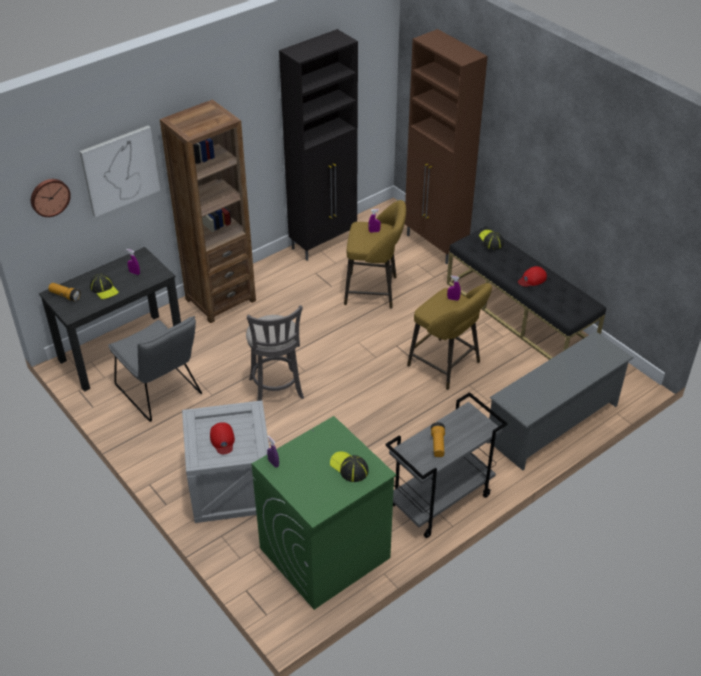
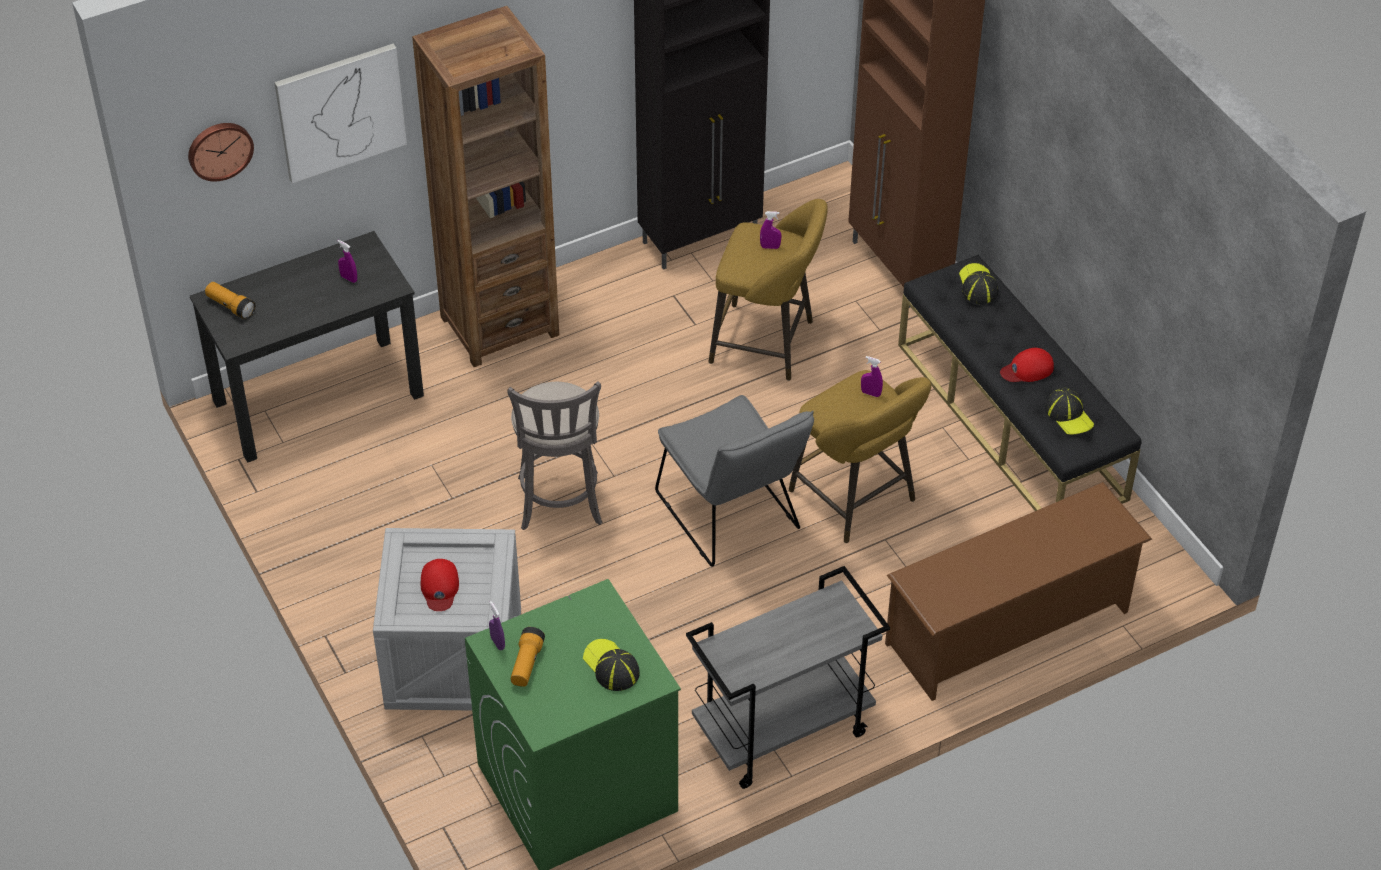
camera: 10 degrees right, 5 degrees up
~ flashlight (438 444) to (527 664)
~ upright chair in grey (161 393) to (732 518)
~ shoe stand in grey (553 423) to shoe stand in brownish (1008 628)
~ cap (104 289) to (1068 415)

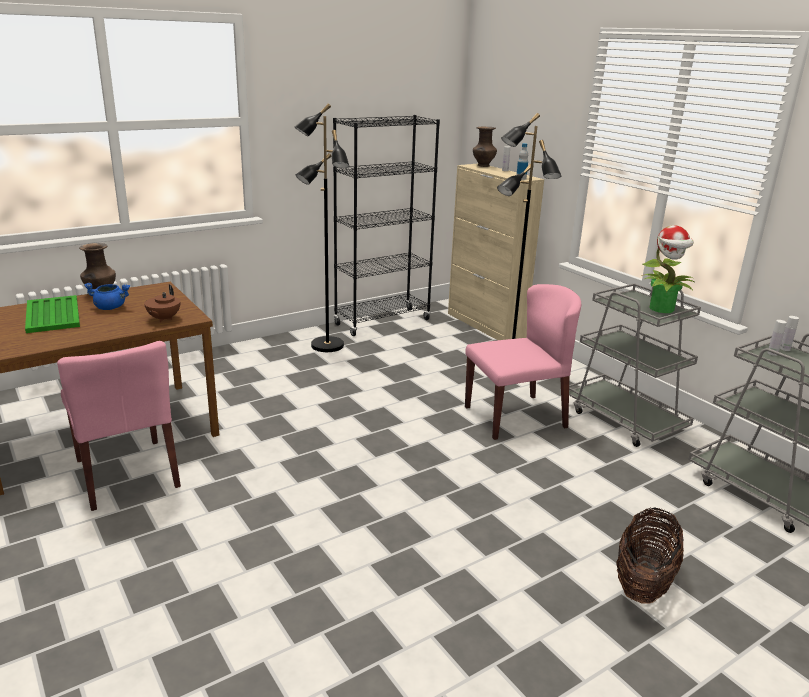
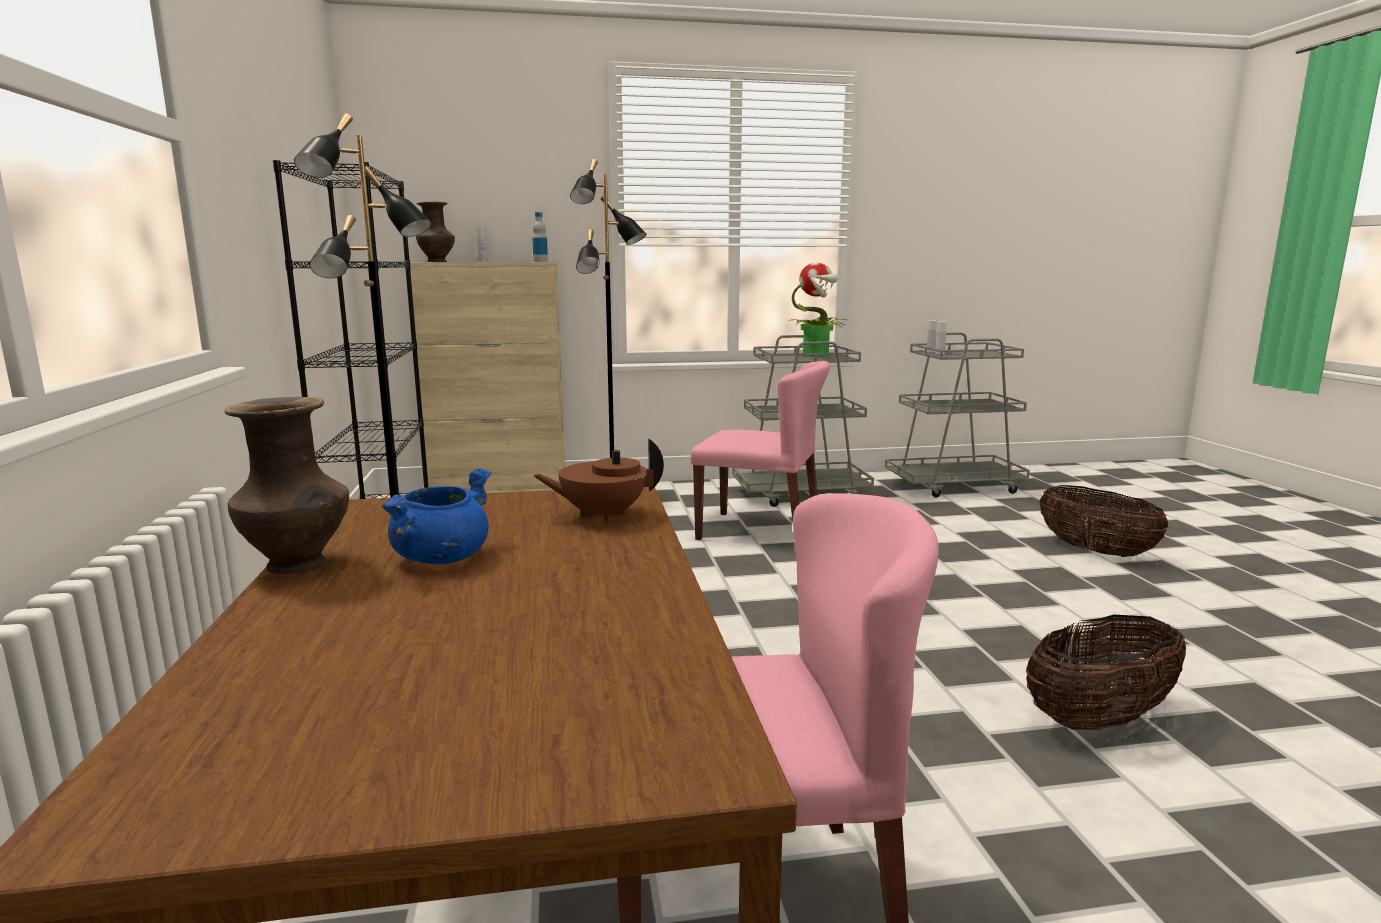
camera: 65 degrees left, 10 degrees down
~ tea pot in brownish (163 319) = (602 515) 135 degrees clockwise
~ upright chair in pink-coloured (515 416) = (760 531) 105 degrees clockwise
+ household basket (1099 719)
- serving tray in green (53 314)

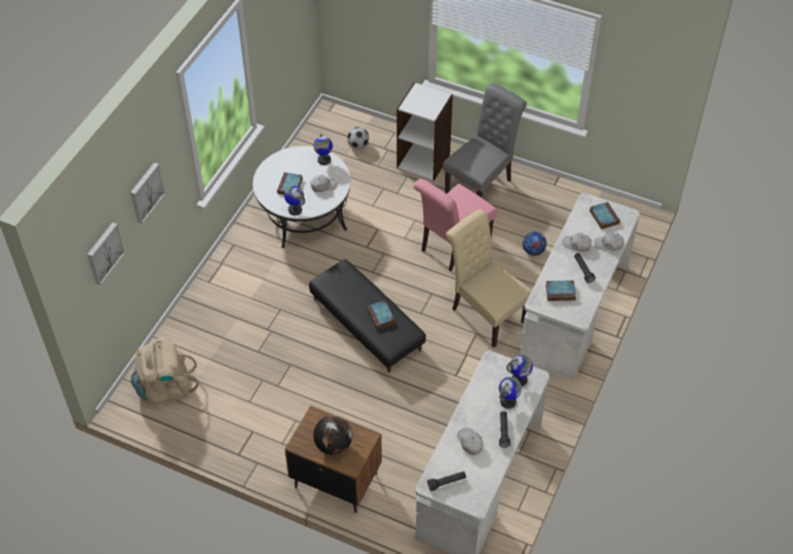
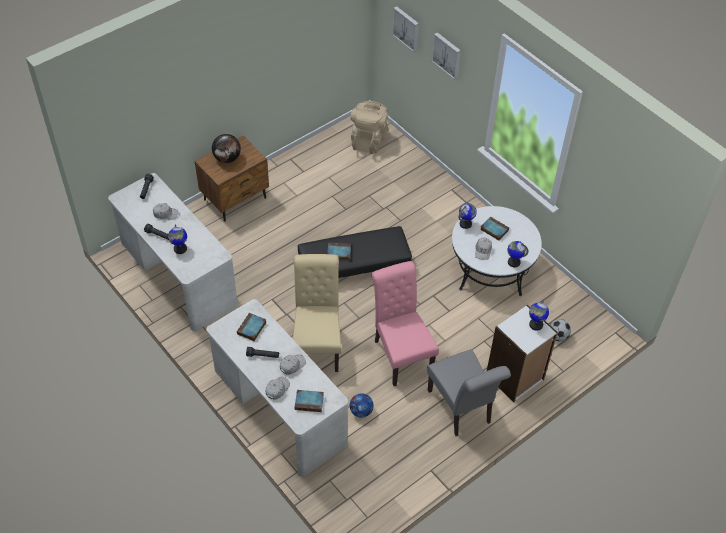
camera: 115 degrees right, 0 degrees up
~ upright chair in beige (484 313) = (317 344) 75 degrees counterclockwise
~ world globe (519 380) to (535 324)

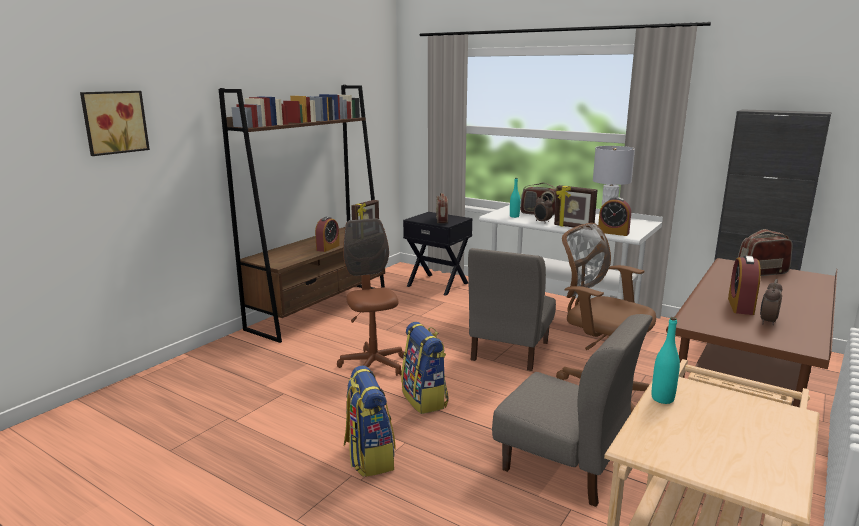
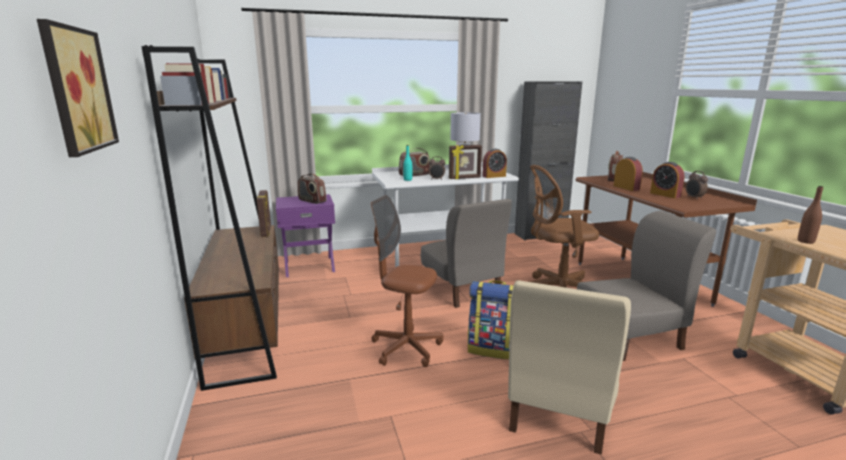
camera: 50 degrees left, 0 degrees up
~ bedside table in black-coloured (438 284) to bedside table in purplish (309 266)
~ backpack (368 457) to upright chair in beige (558 411)
~ bedside clock (328 248) to (626 188)
~ drink bottle in turquoise-coloured (662 398) to drink bottle in brownish (805 241)

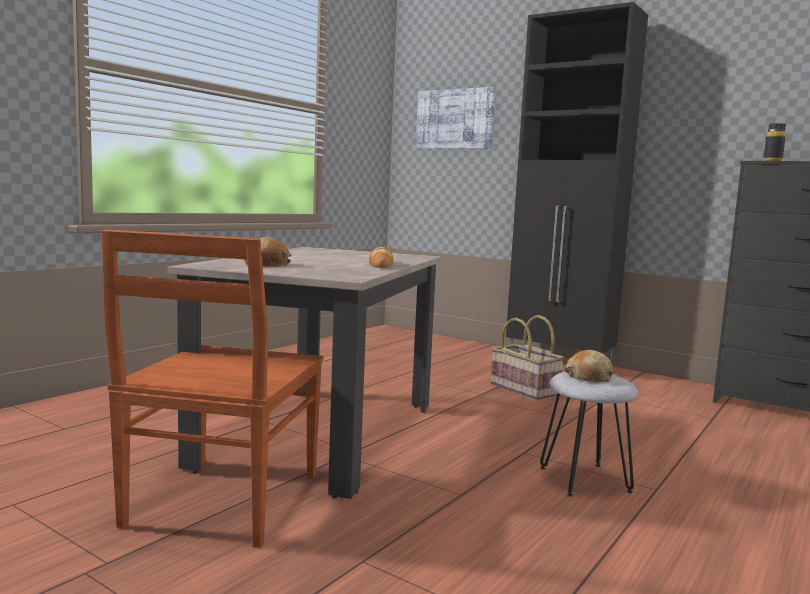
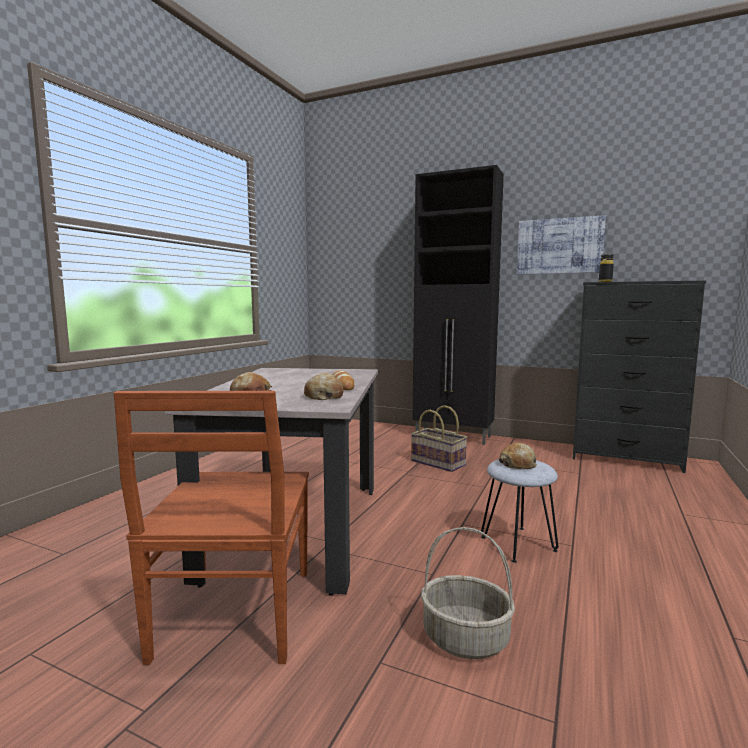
camera: 10 degrees left, 0 degrees up
+ bread (323 396)
+ household basket (464 639)
~ picture (454 119) to (559 246)

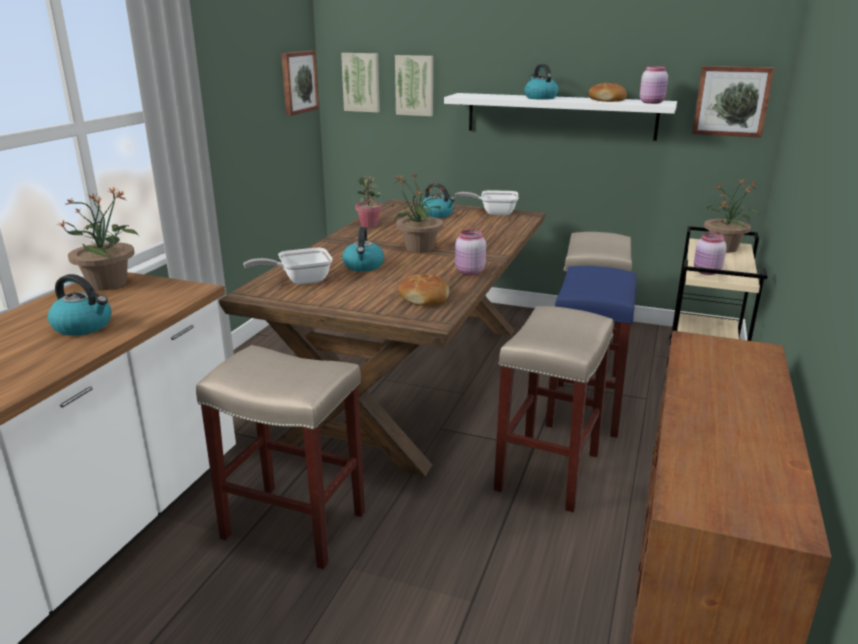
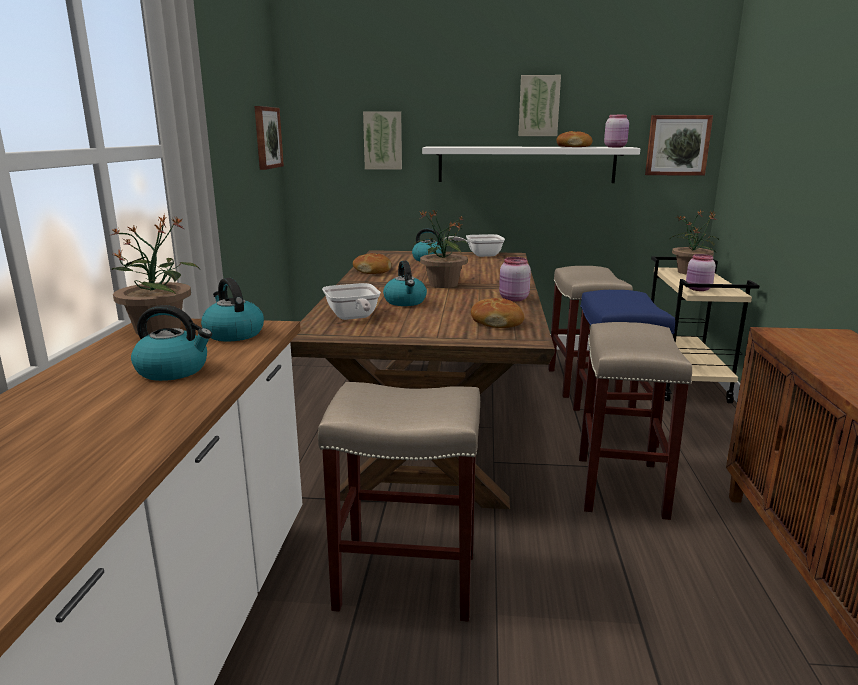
camera: 15 degrees left, 5 degrees down
~ kettle (540 98) to (233 334)
~ skillet (300 280) = (353 317) 75 degrees counterclockwise
~ plant in a pot (369 225) to bread (372 271)
~ picture (361 82) to (539 106)

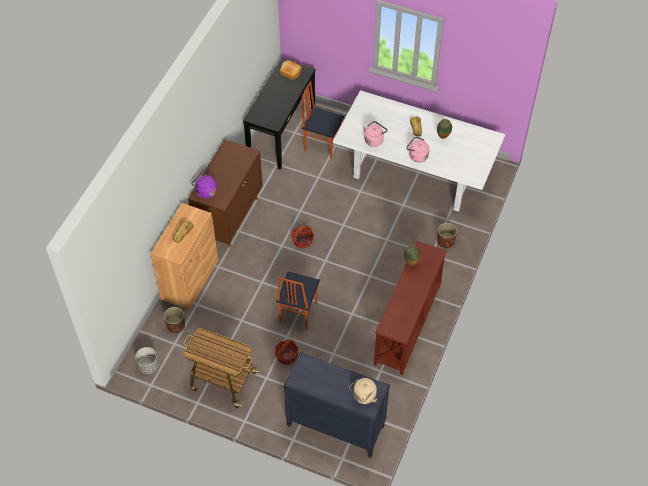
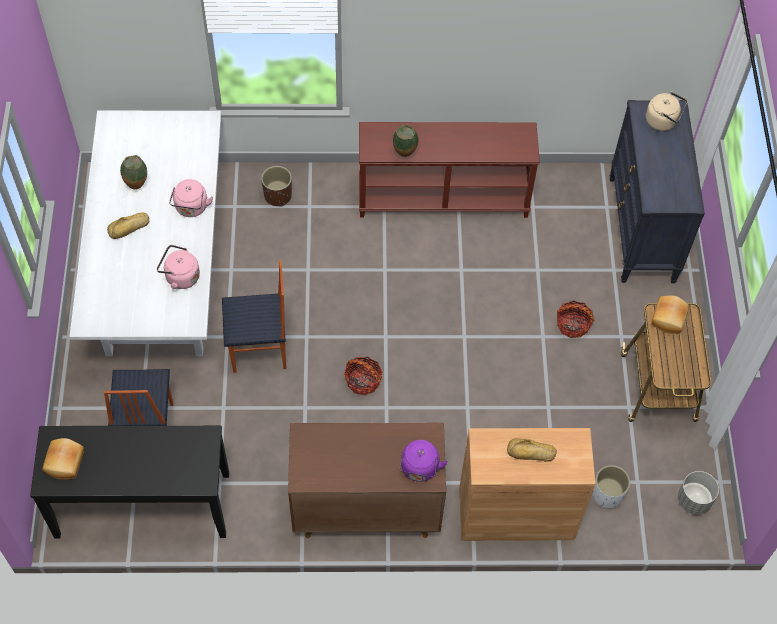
camera: 115 degrees left, 5 degrees up
~ upright chair (297 312) to (259 351)
~ planter in brownish (175 326) to planter in white-coloured (607 495)
+ bread (669 319)

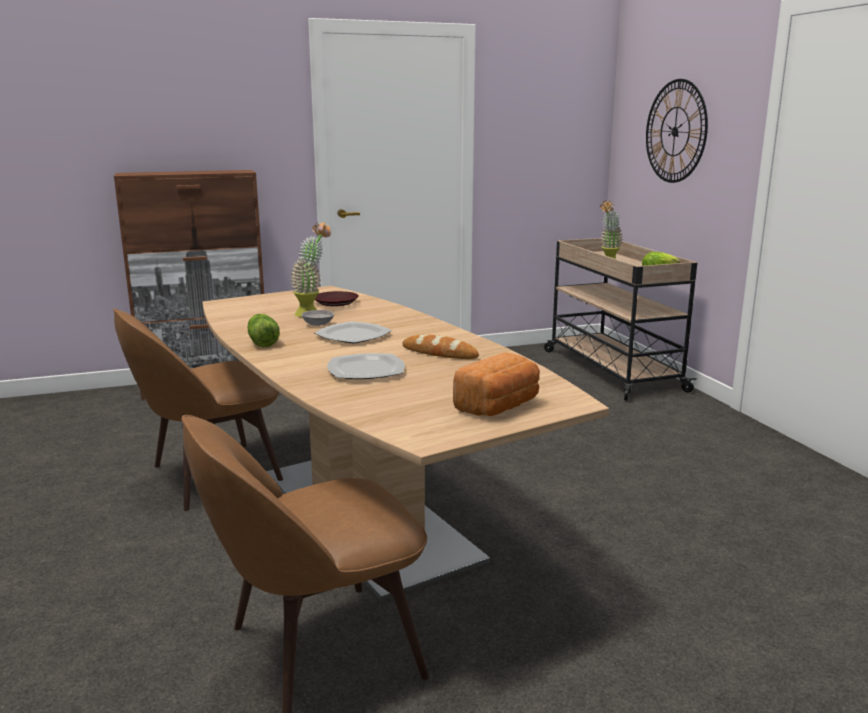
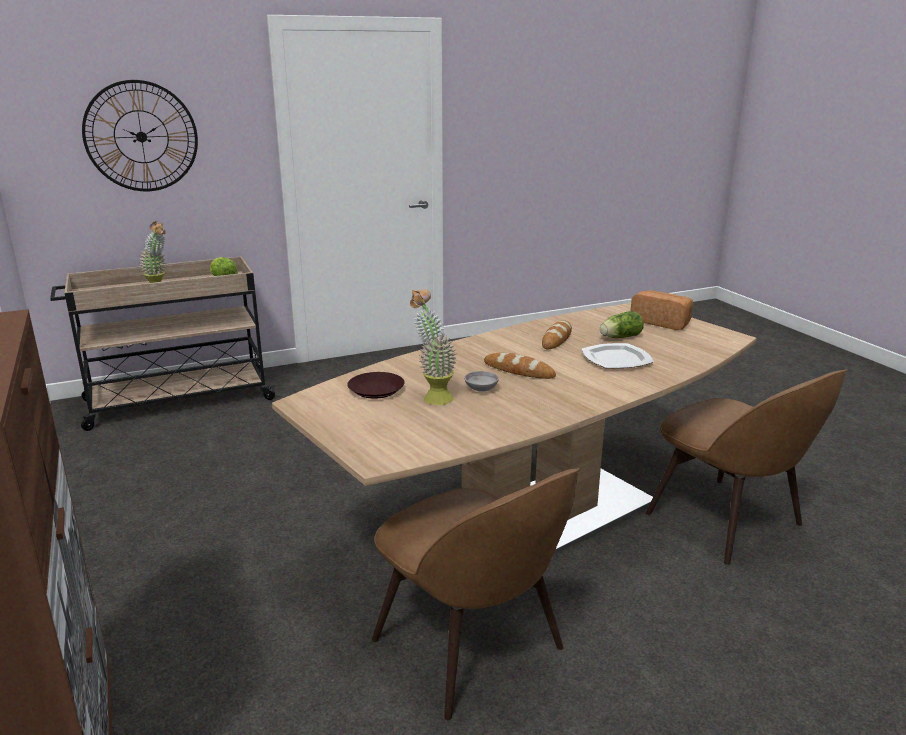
camera: 95 degrees left, 5 degrees up
~ dinner plate (353 336) to bread (519 370)
~ lettuce (262 342) to (619 337)

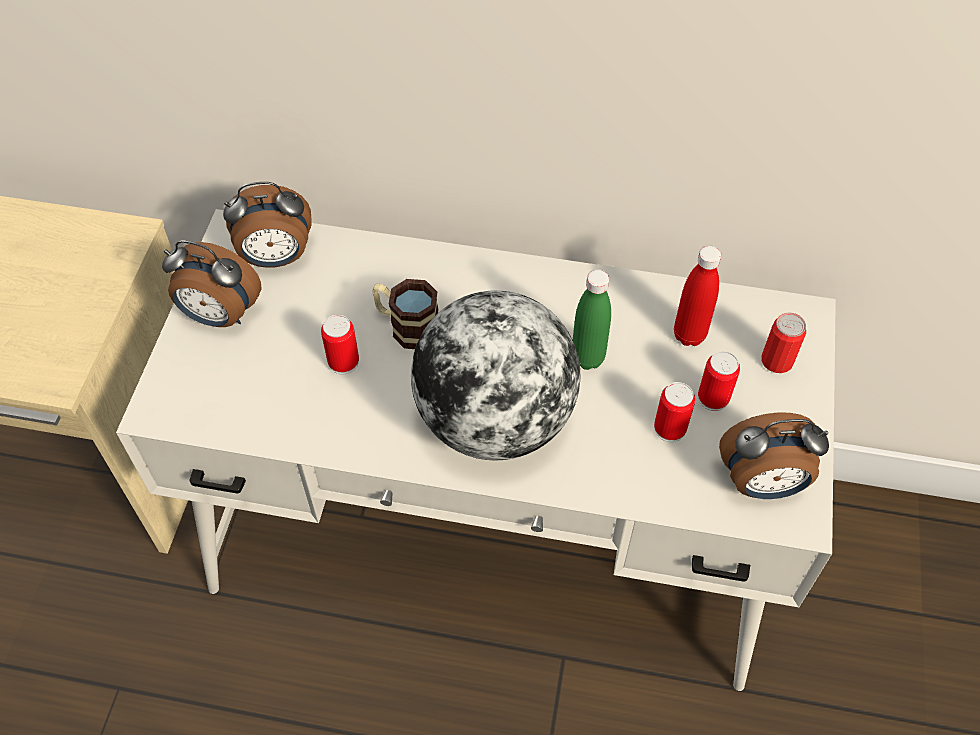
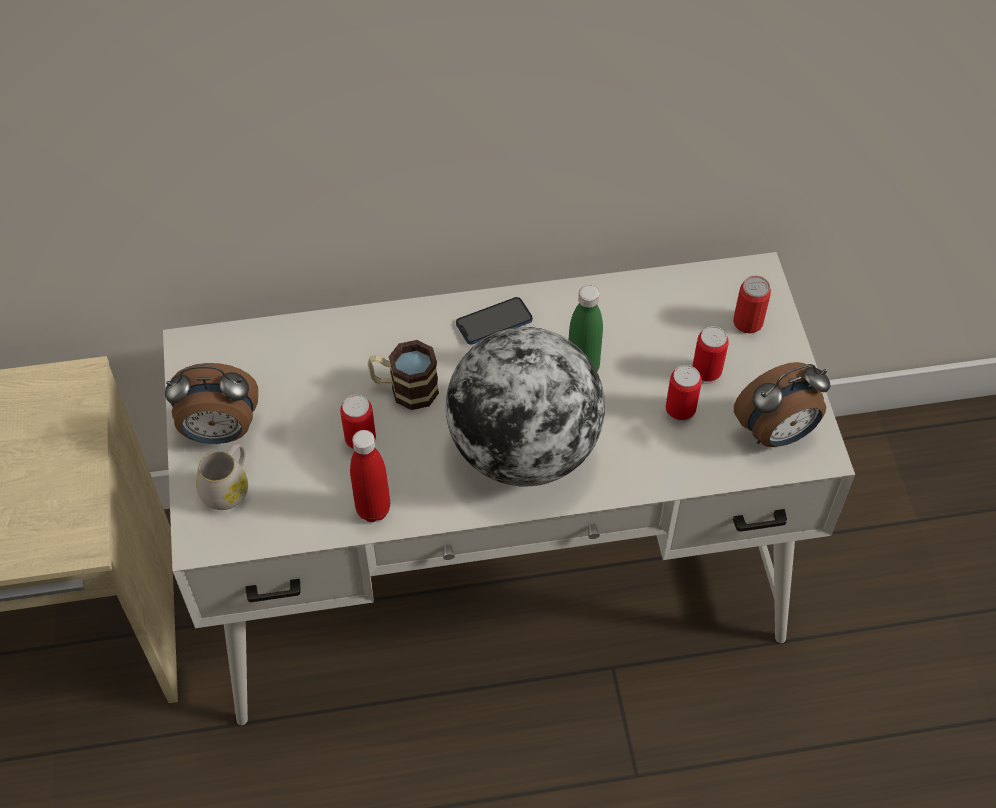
camera: 20 degrees left, 0 degrees up
+ coffee mug in white-coloured (229 488)
~ drink bottle in reddish (689 335) to (373 509)
+ phone (494 322)
- bedside clock (276 258)

